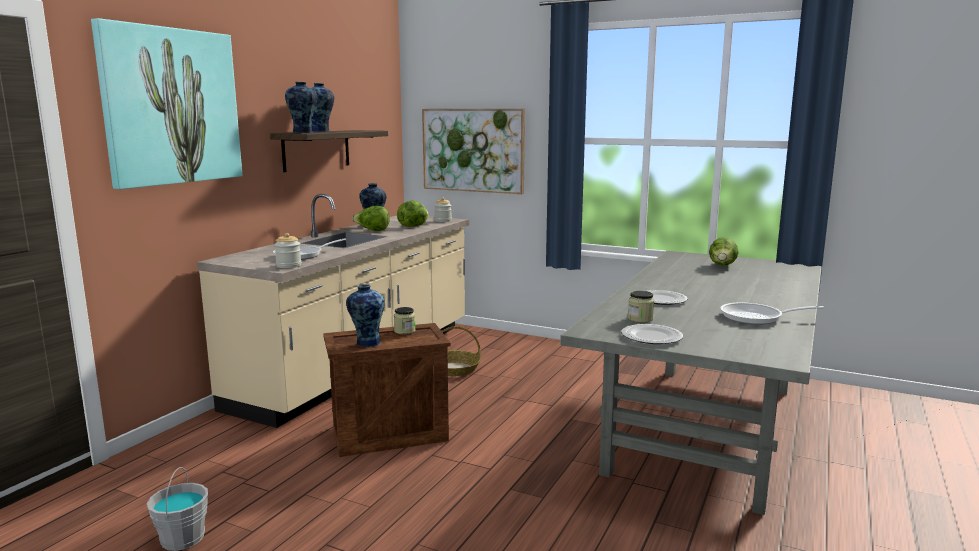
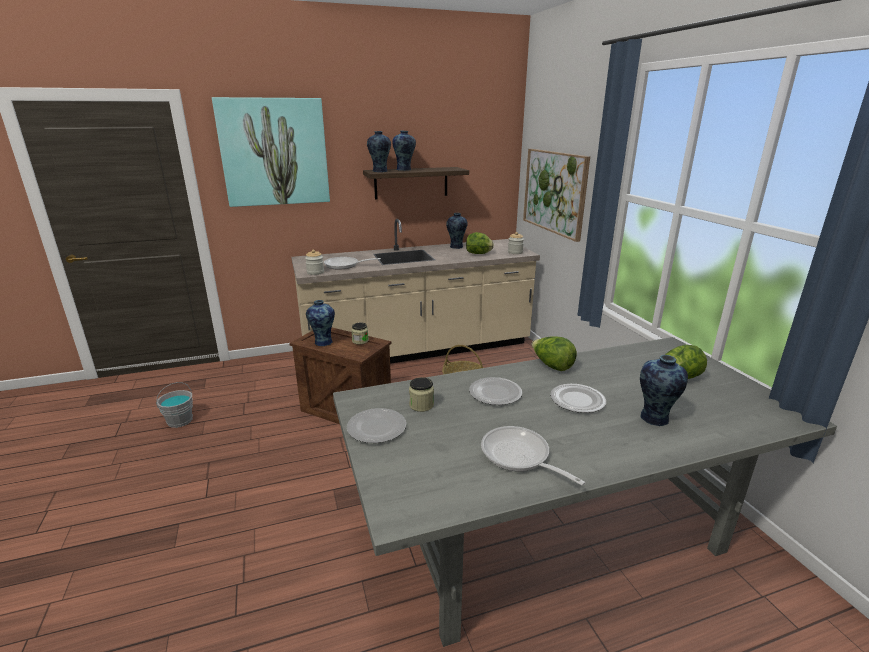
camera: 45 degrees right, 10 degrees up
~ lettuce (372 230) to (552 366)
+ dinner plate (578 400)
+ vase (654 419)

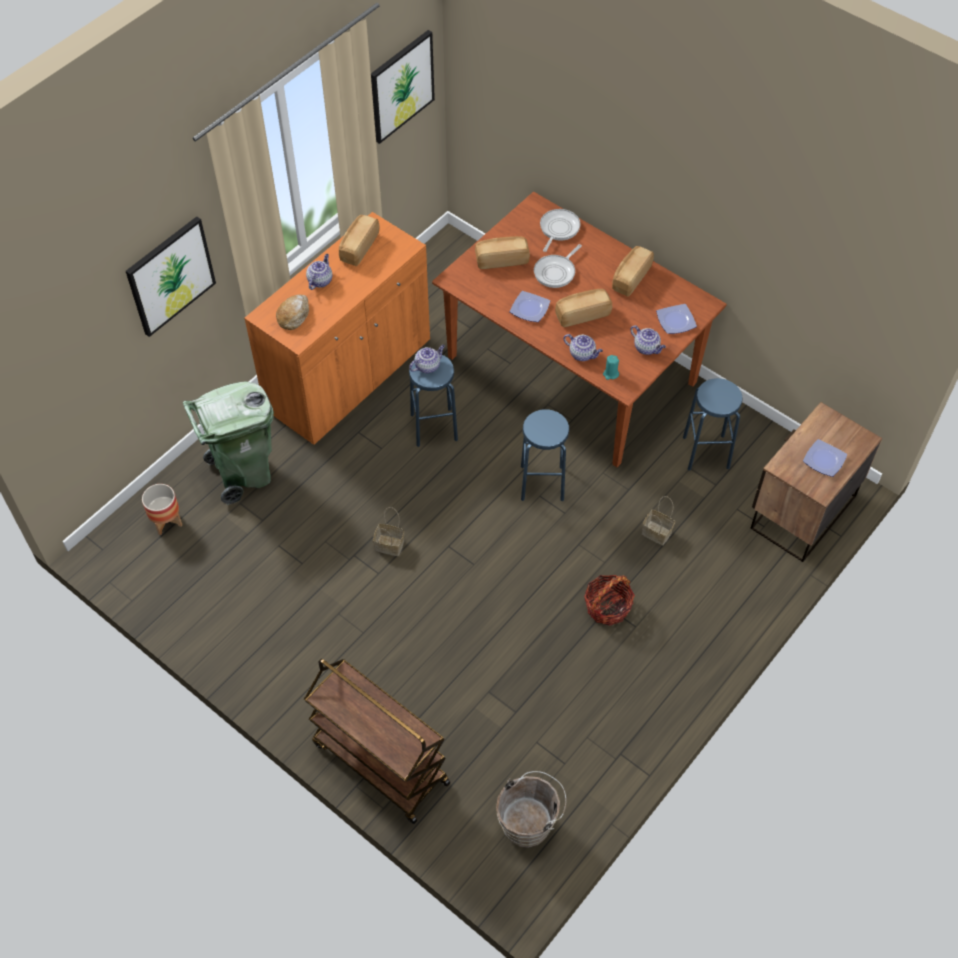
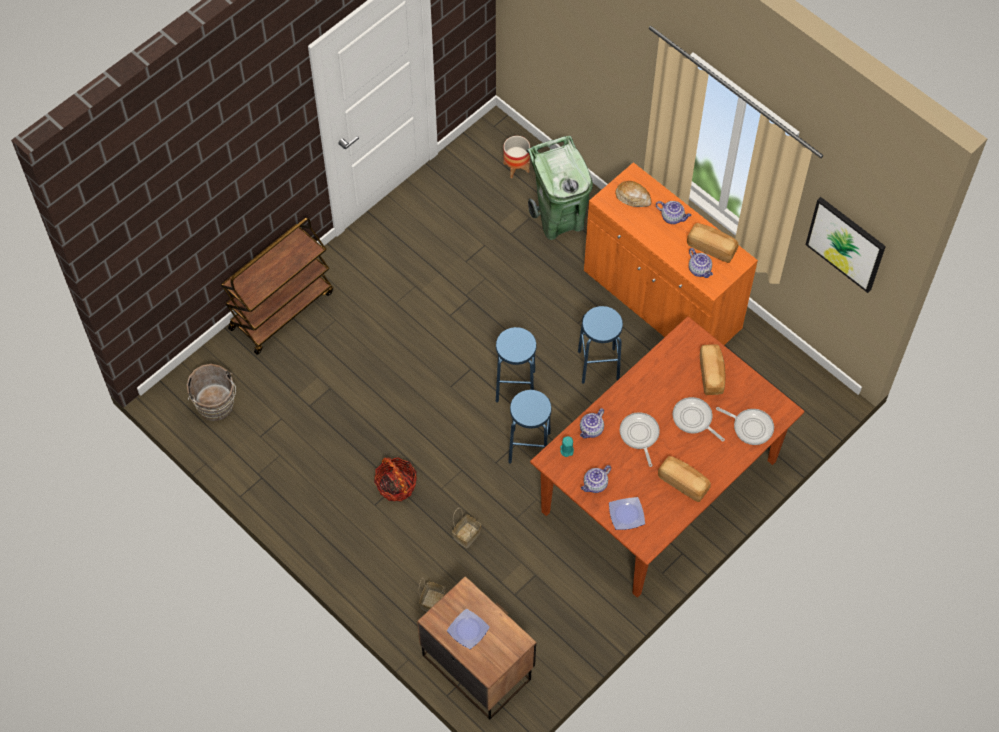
camera: 95 degrees right, 5 degrees up
~ household basket (390 545) to (433 603)
~ sitting stool in blue-coloured (706 452) to (515 386)
~ bread (582 314) to skillet (639 435)
~ tea pot (427 366) to (700 270)
- picture (170 276)
- dinner plate (529 308)

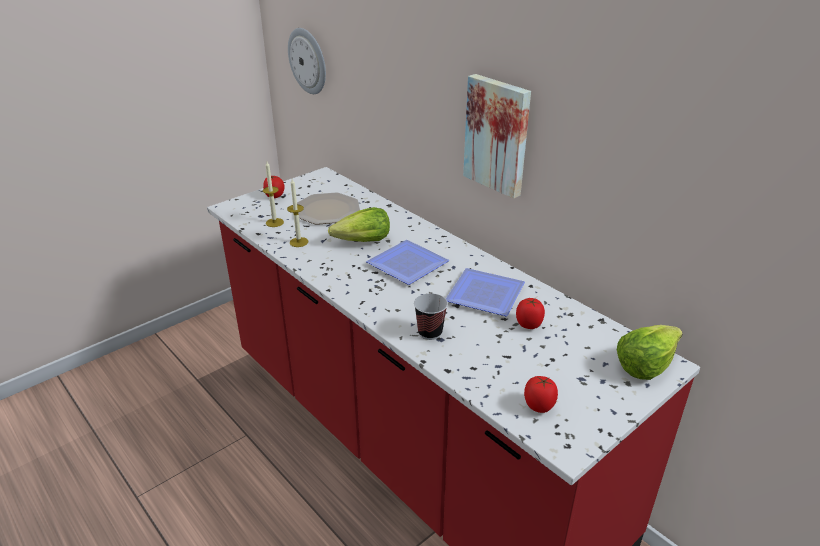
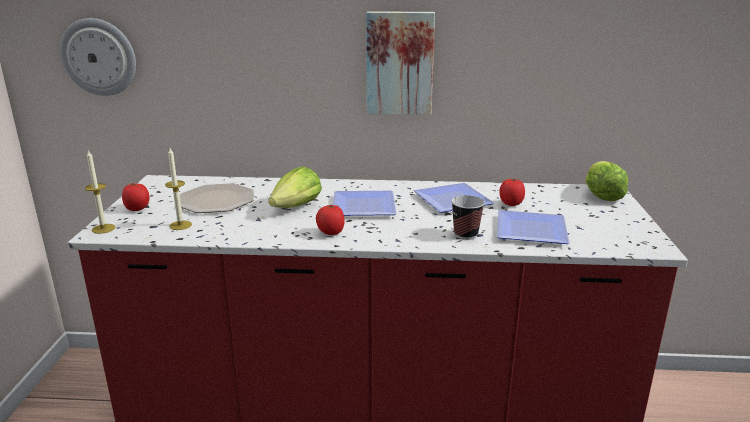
camera: 45 degrees left, 10 degrees down
~ candle (299 242) to (103 228)
~ fresh tomato (538 406) to (330 233)
+ dinner plate (533 232)

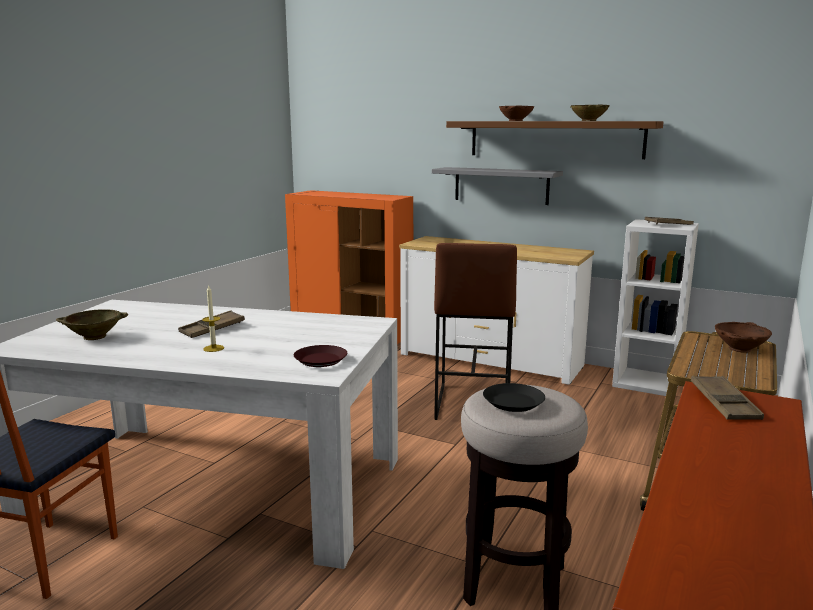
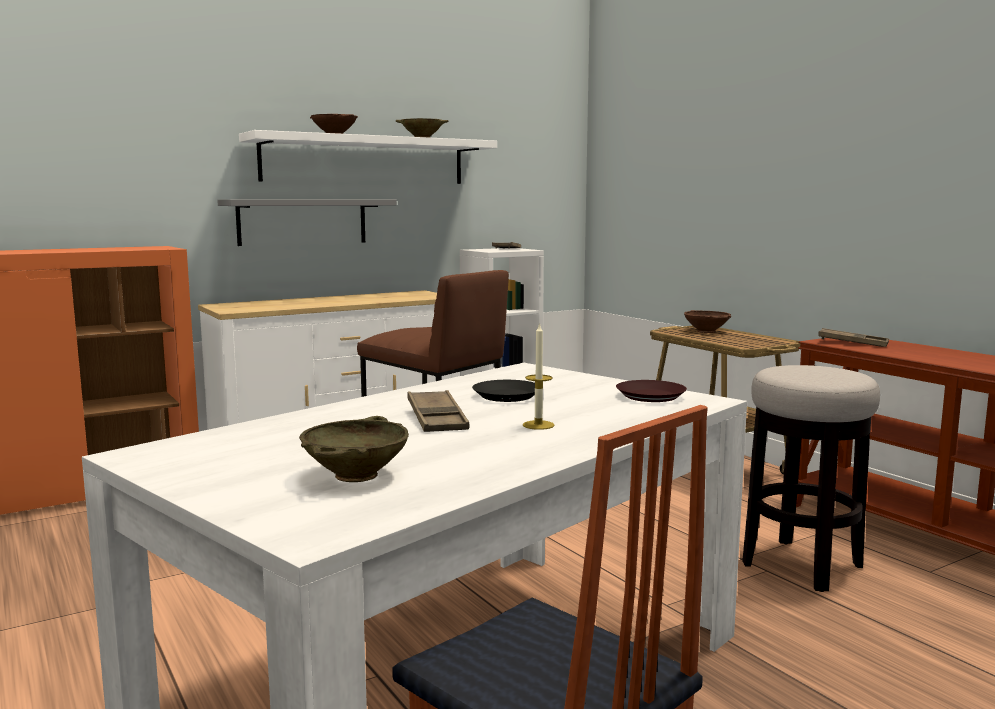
camera: 60 degrees left, 5 degrees down
~ shelf in brownish (554 139) to shelf in white-coloured (365 160)
~ dinner plate in black-coloured (513 403) to (507 396)

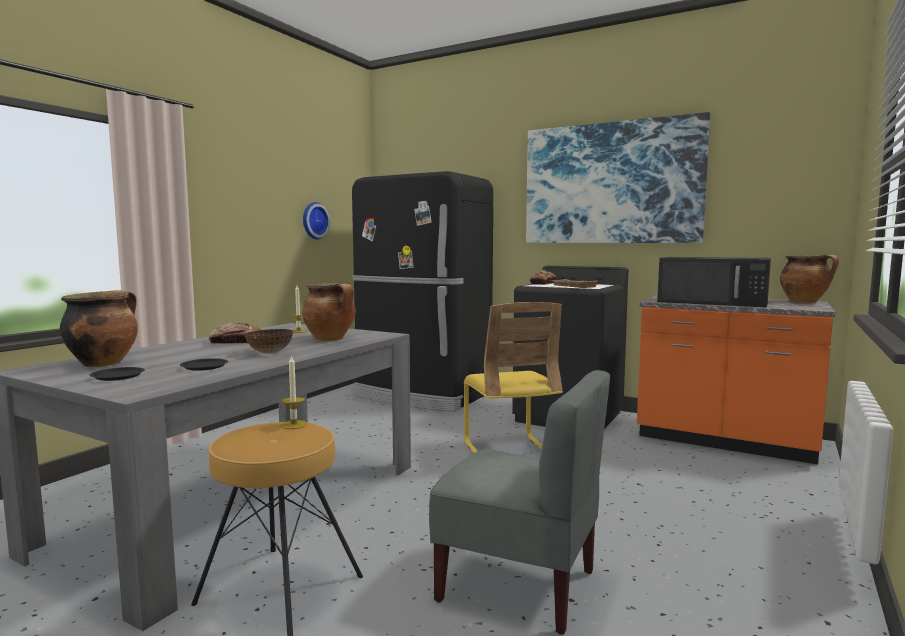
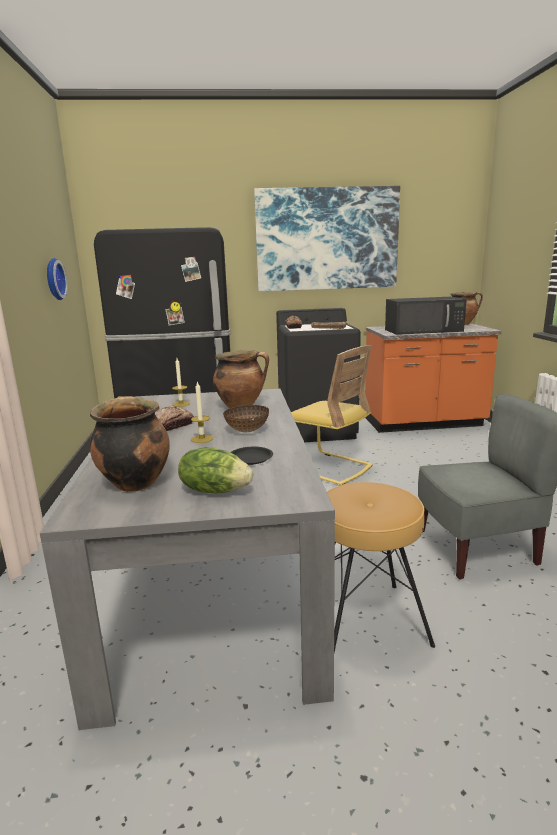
camera: 35 degrees left, 10 degrees up
~ dinner plate in black-coloured (118 376) to lettuce (215 490)
~ candle (294 425) to (202 439)

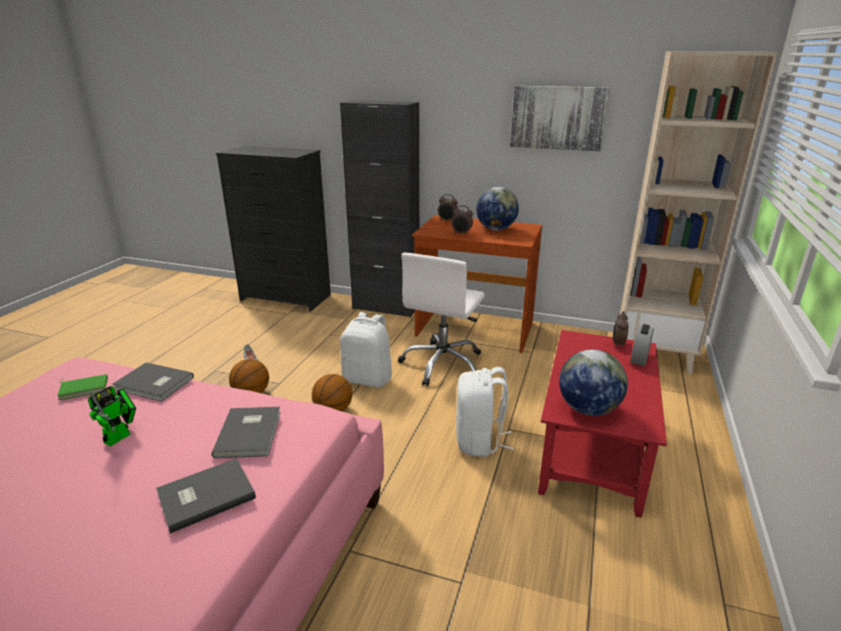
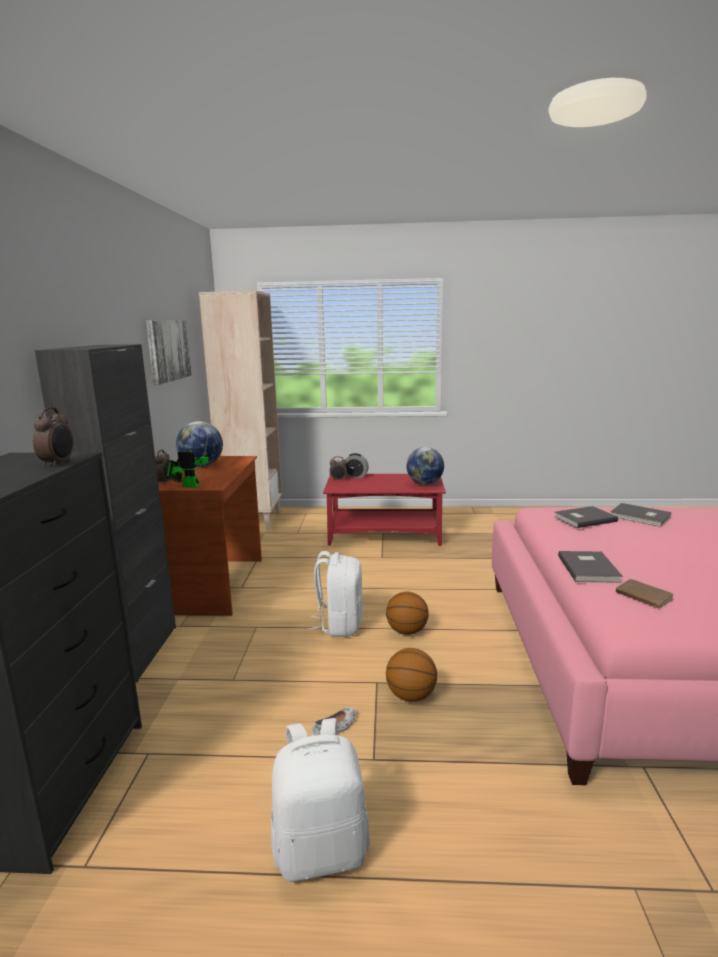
camera: 105 degrees left, 10 degrees down
~ bedside clock (461 234) to (58 464)
~ robot figure (121 436) to (188 486)
~ backpack in white-coloured (479 441) to (321 850)
~ volume in green (84 388) to volume in brownish (642 597)
- desk chair in white-coloured (443 364)

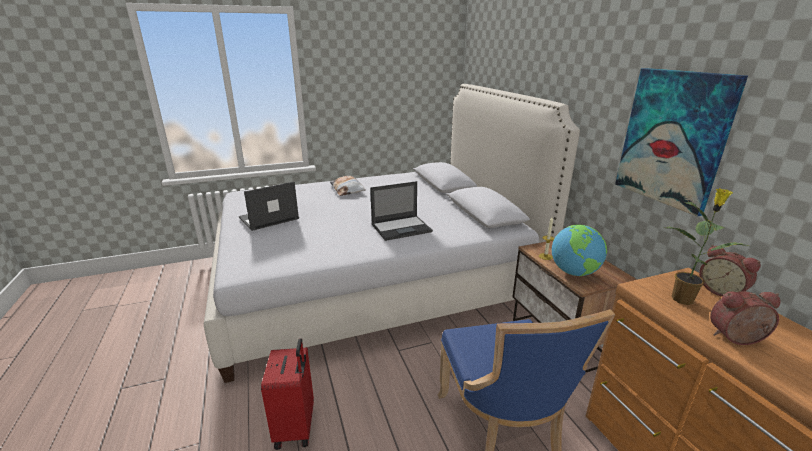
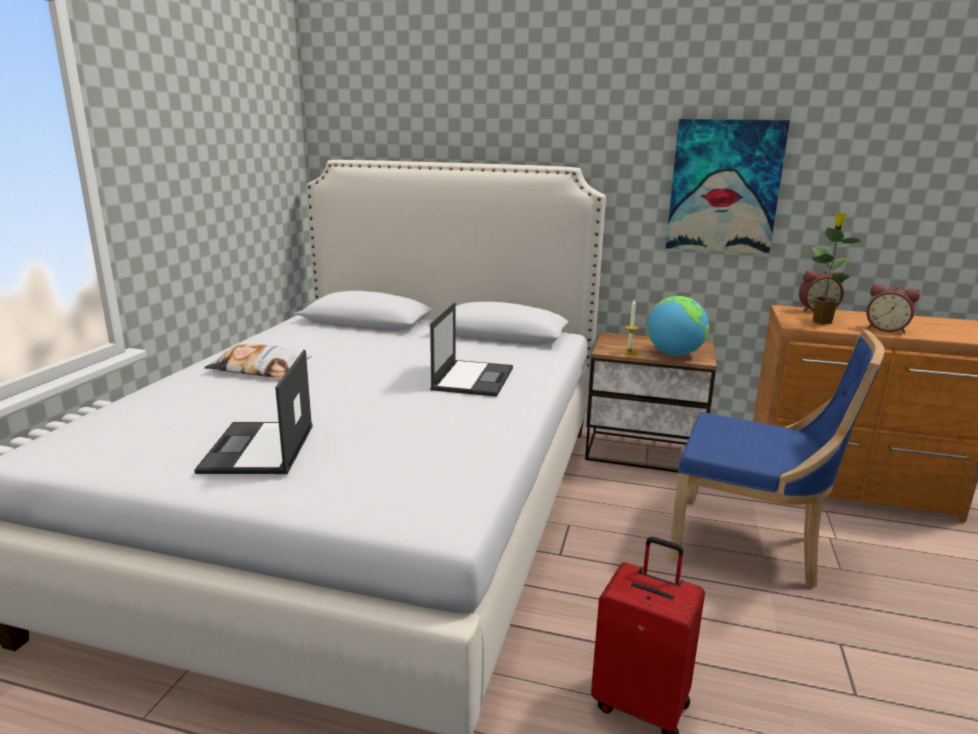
camera: 55 degrees left, 5 degrees down
~ bedside clock (737 339) = (886 329) 90 degrees counterclockwise

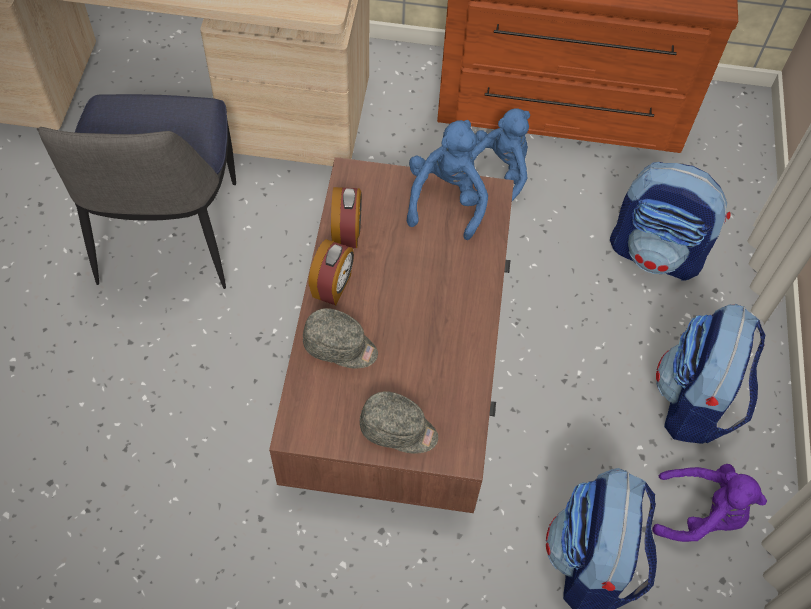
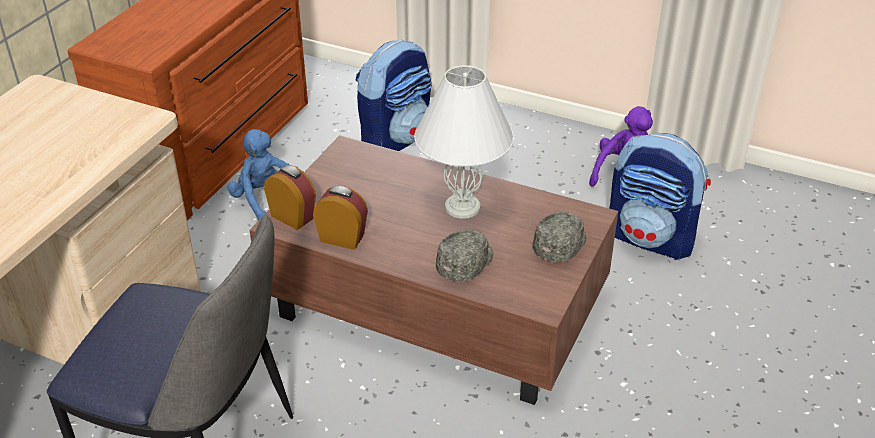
camera: 70 degrees left, 20 degrees down
~ bedside clock (333 286) to (293 216)
+ table lamp in white-coloured (462 206)
- plush toy in blue-coloured (446 200)
- backpack (694 402)

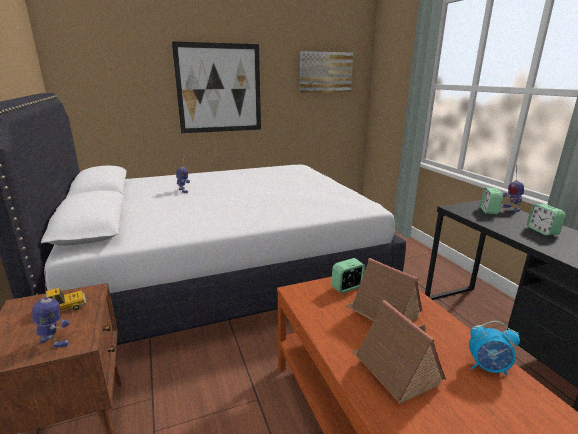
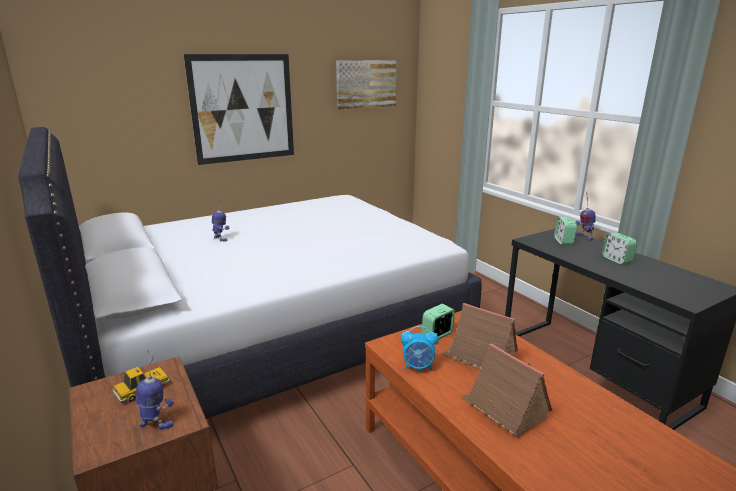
camera: 10 degrees left, 0 degrees up
~ bedside clock (488 367) to (418 366)

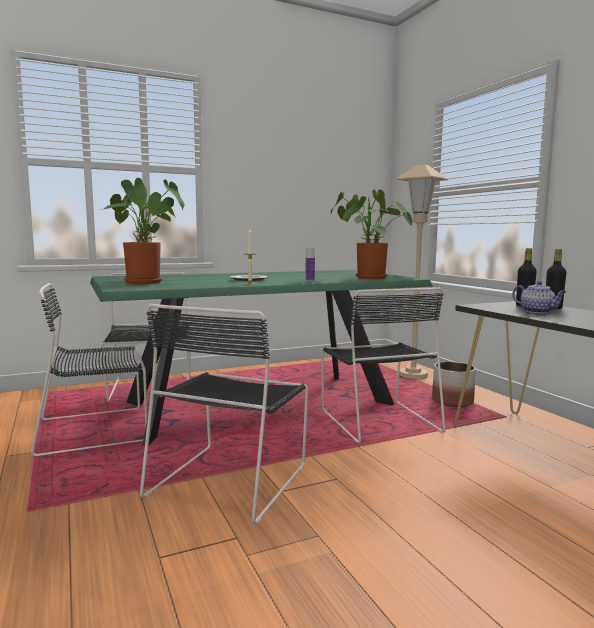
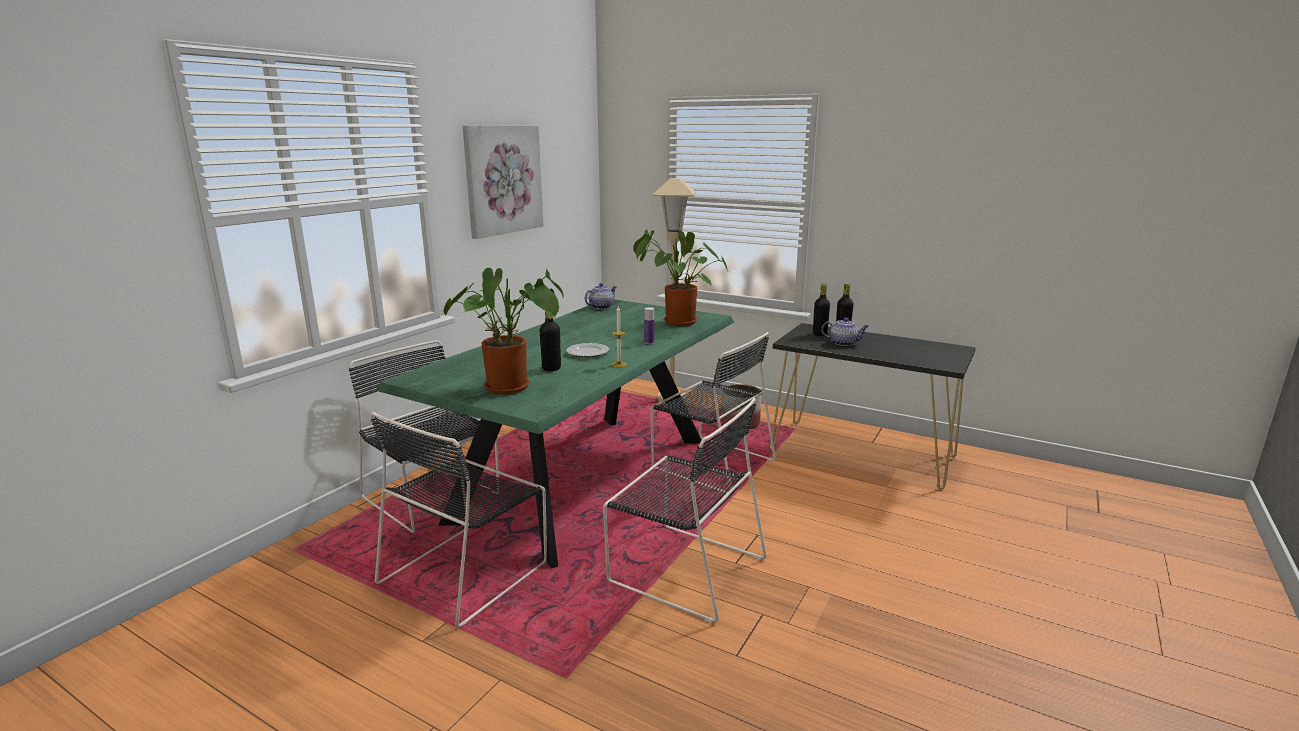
camera: 35 degrees left, 10 degrees up
+ picture (503 180)
+ drink bottle in black-coloured (551 368)
+ tea pot (601 307)
~ upright chair in black-coloured (231 478) = (683 568) 45 degrees counterclockwise

